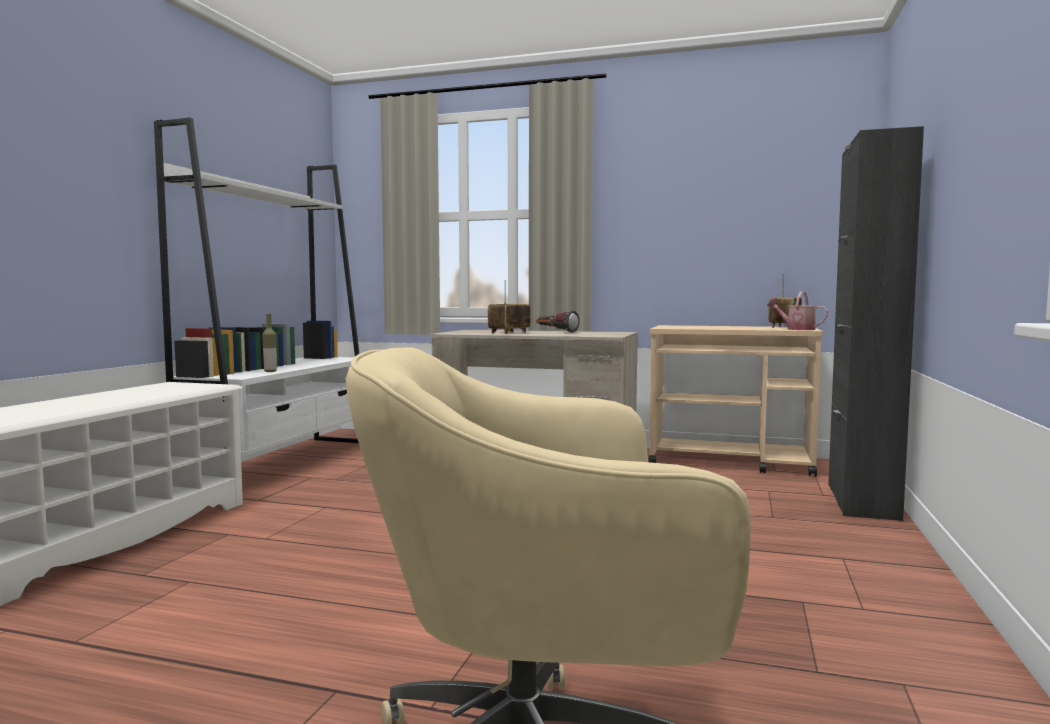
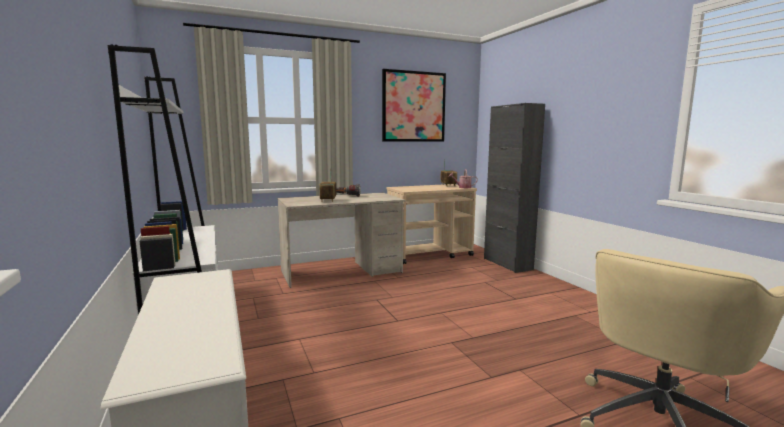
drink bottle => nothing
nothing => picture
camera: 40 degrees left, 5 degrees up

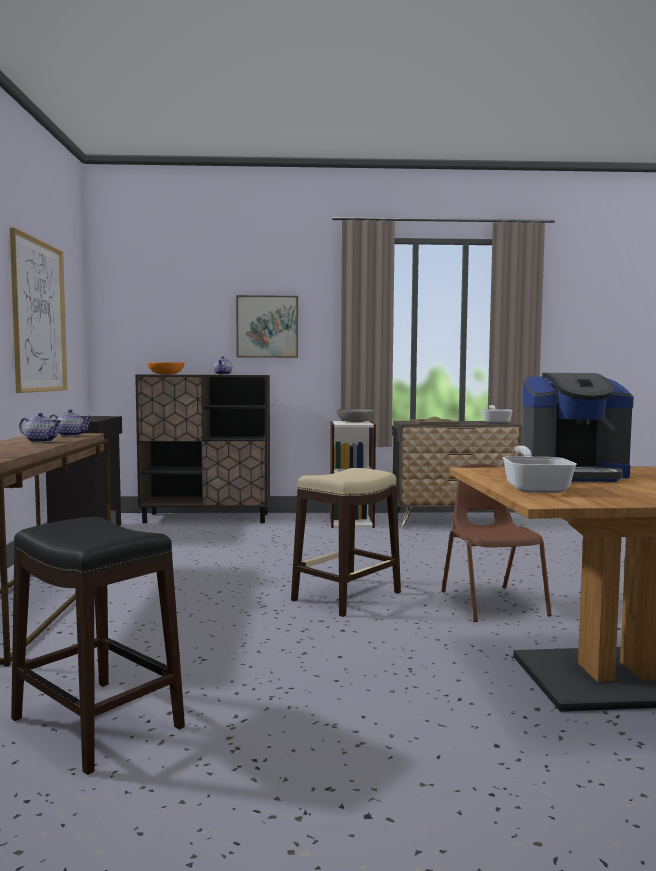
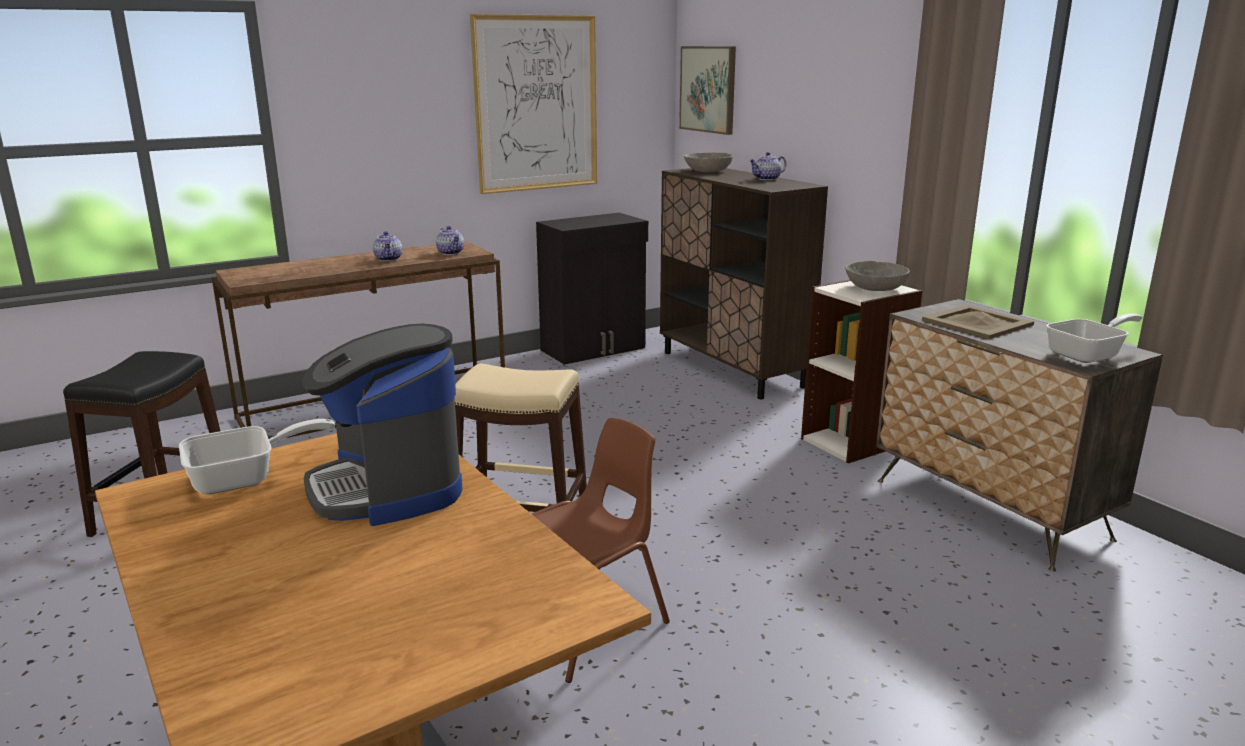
serving bowl (orangey) => serving bowl (grey) (1st from left)
picture (2nd from left), moved
camera: 60 degrees right, 15 degrees up

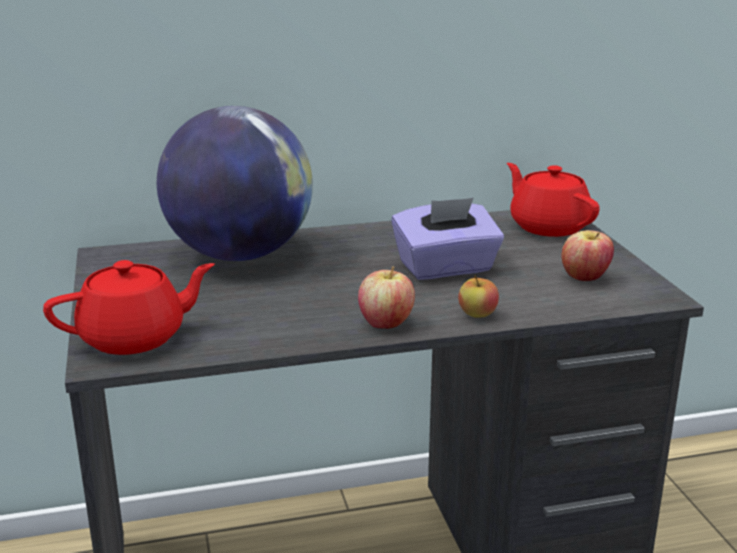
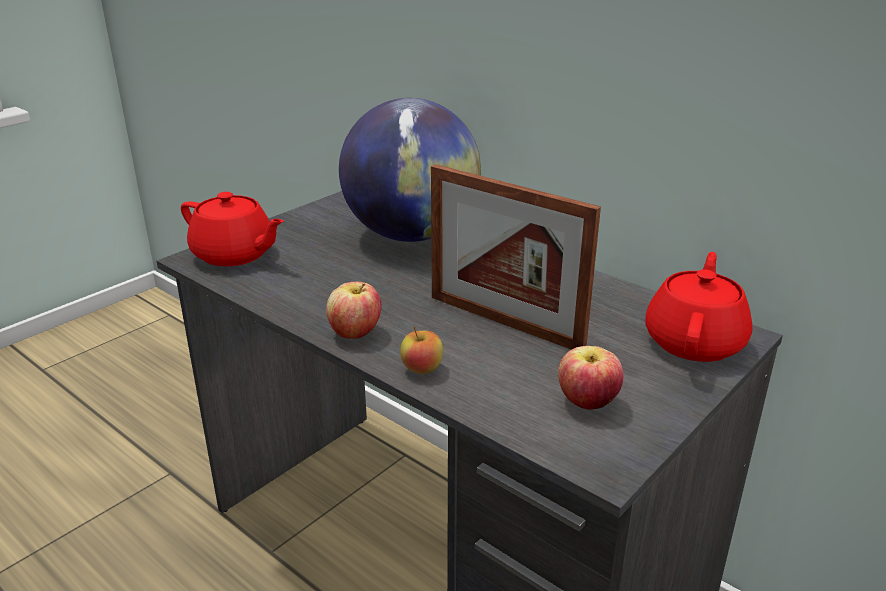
tissue holder (purple) => picture frame
camera: 55 degrees right, 5 degrees up

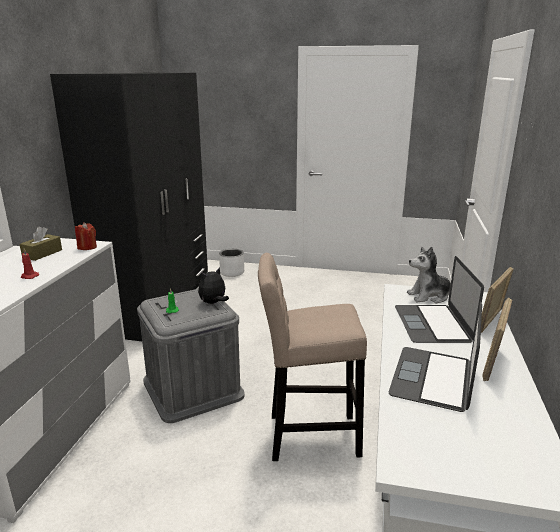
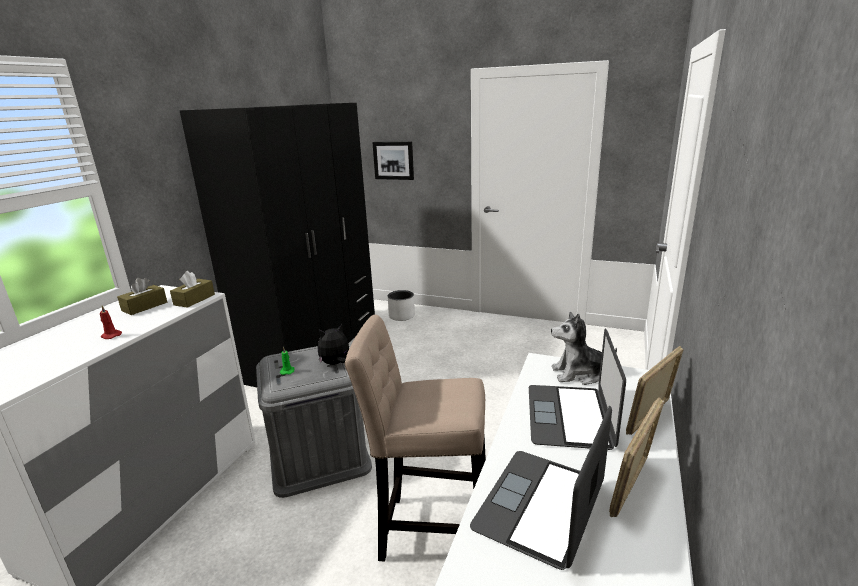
candle (red) (2nd from left) => tissue holder (brown-coloured) (2nd from left)
nothing => picture
camera: 10 degrees right, 0 degrees up

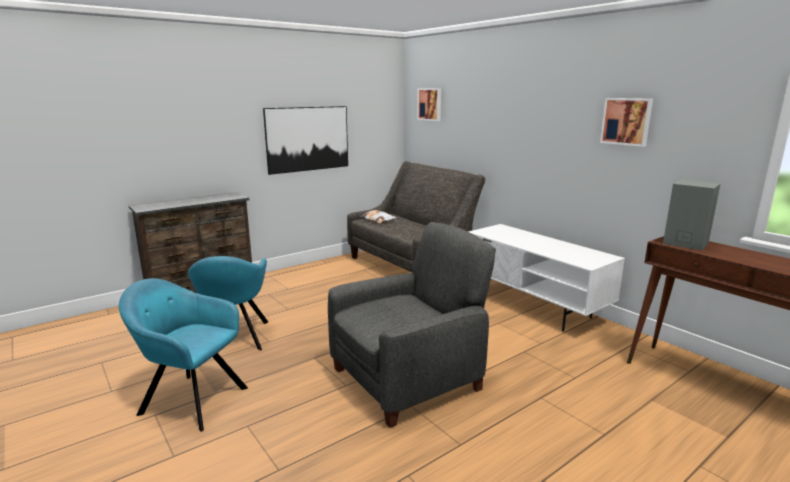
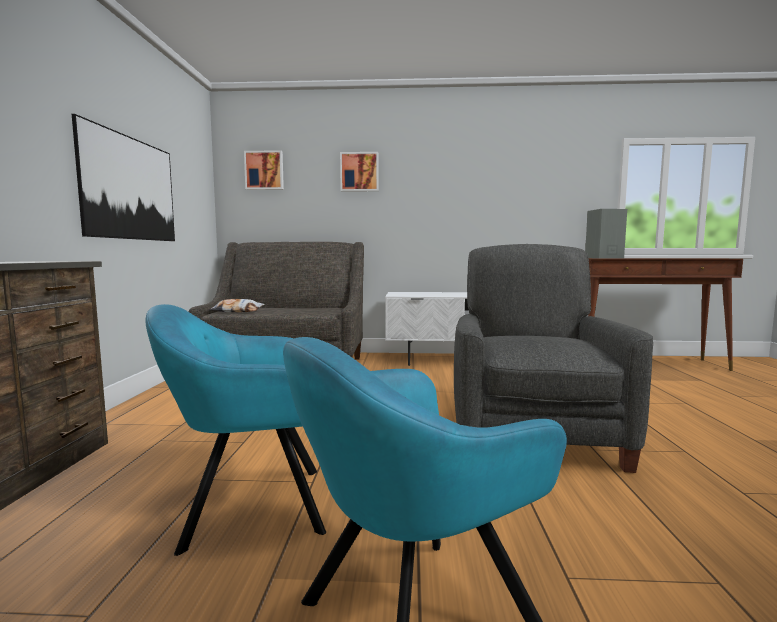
armchair (turquoise) (2nd from left in the first image) => armchair (turquoise) (1st from left), 135 degrees clockwise
picture (3rd from left), moved
camera: 50 degrees left, 10 degrees down

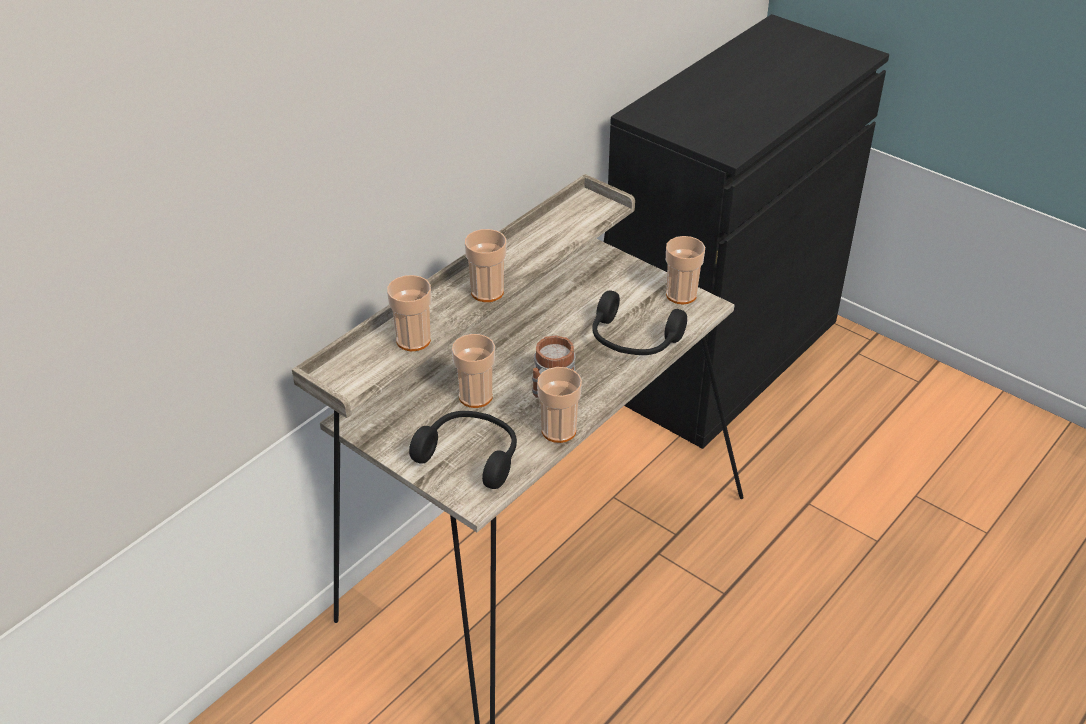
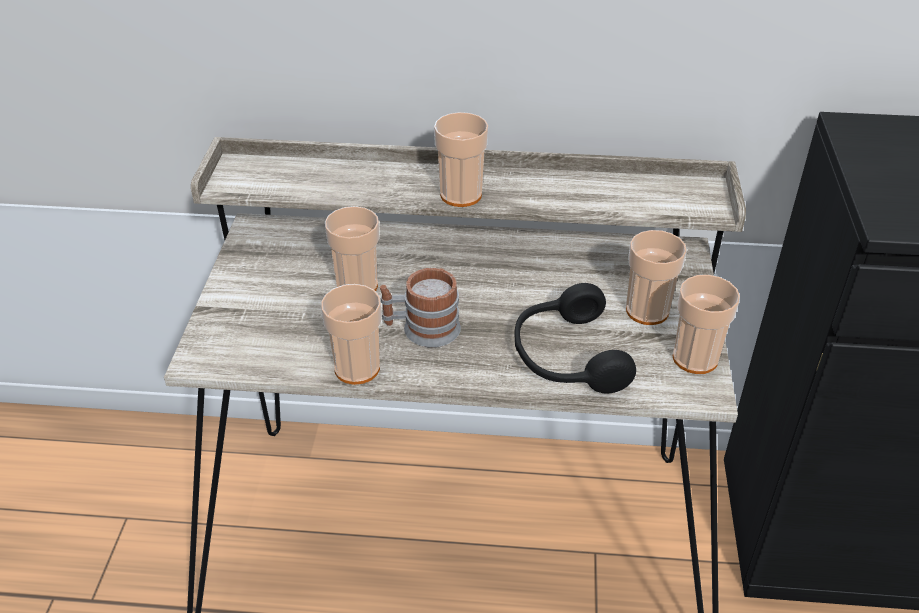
small cup (1st from left in the first image) => small cup (4th from left), moved
headphones (black-coloured) (1st from left) => nothing
camera: 55 degrees right, 0 degrees up

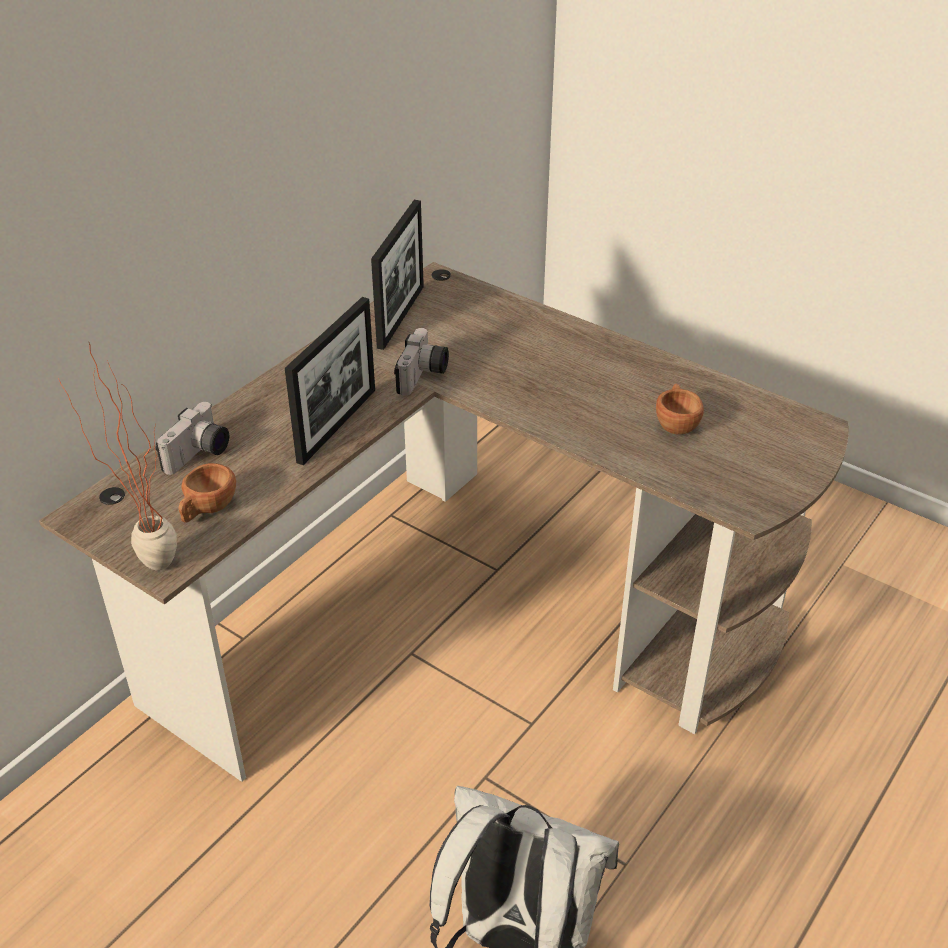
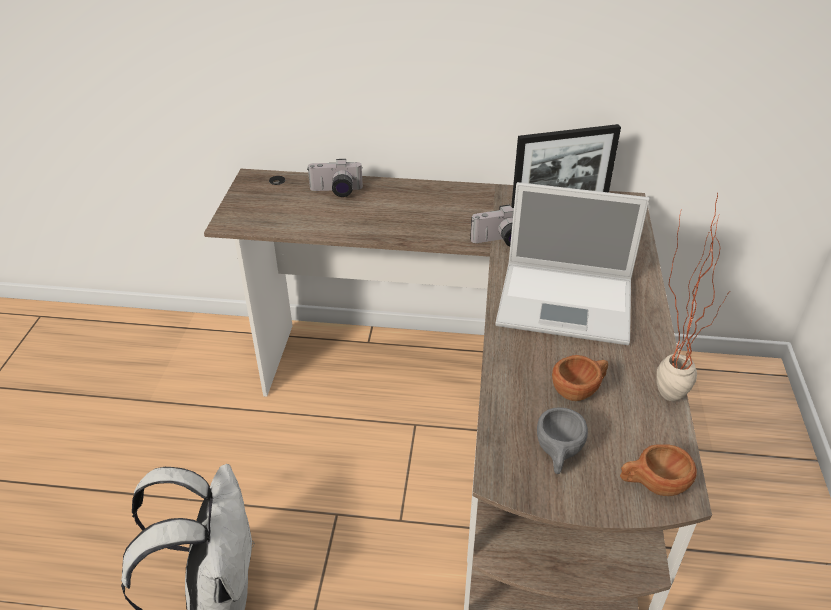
houseplant, moved
small cup (brown-coloured) (1st from left in the first image) => small cup (brown-coloured) (2nd from left), moved
picture frame (1st from left) => nothing
nothing => notebook computer
nothing => small cup (grey)
camera: 60 degrees right, 0 degrees up

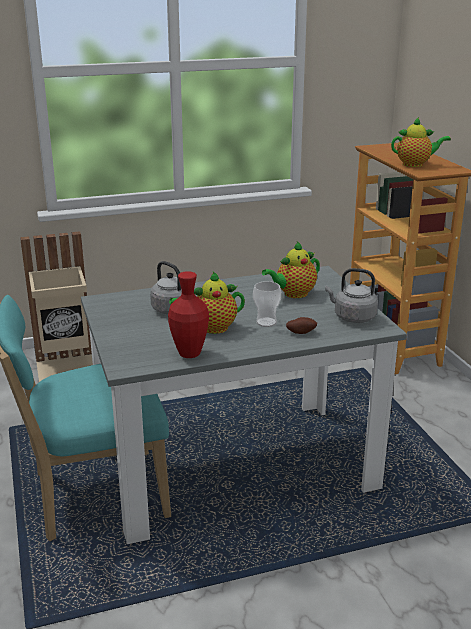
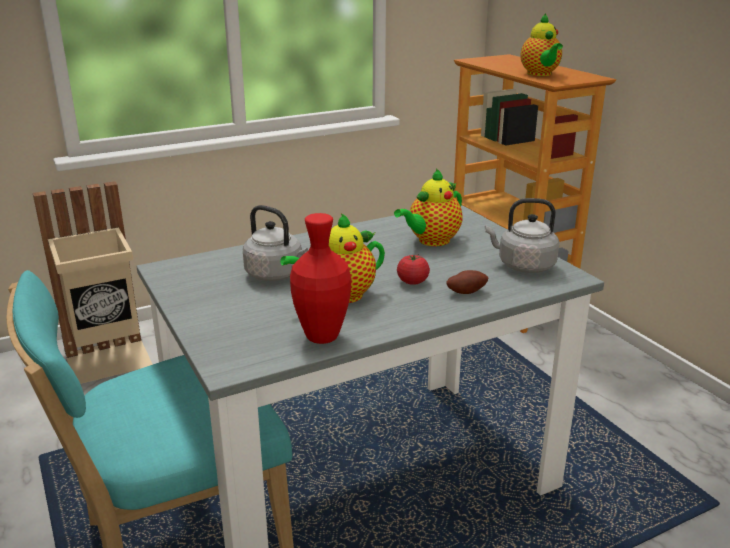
small cup => whole tomato
tea pot (3rd from left), 90 degrees clockwise
camera: 10 degrees left, 0 degrees up

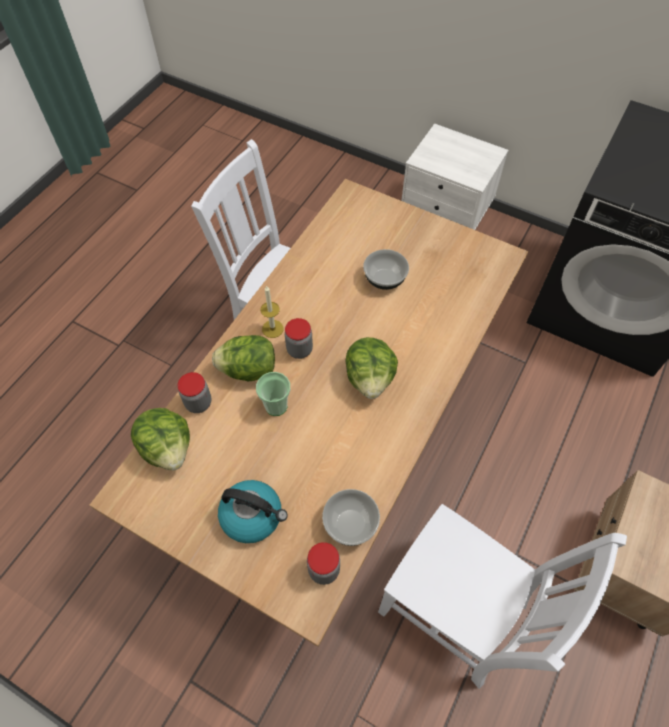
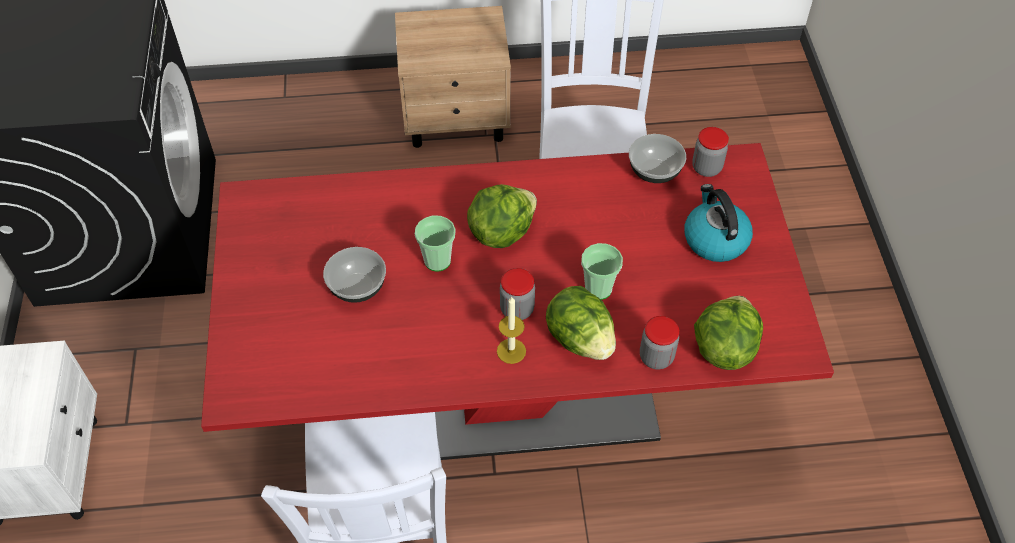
dinner table (beige) => dinner table (red)
nothing => small cup (1st from left)
camera: 125 degrees left, 5 degrees down

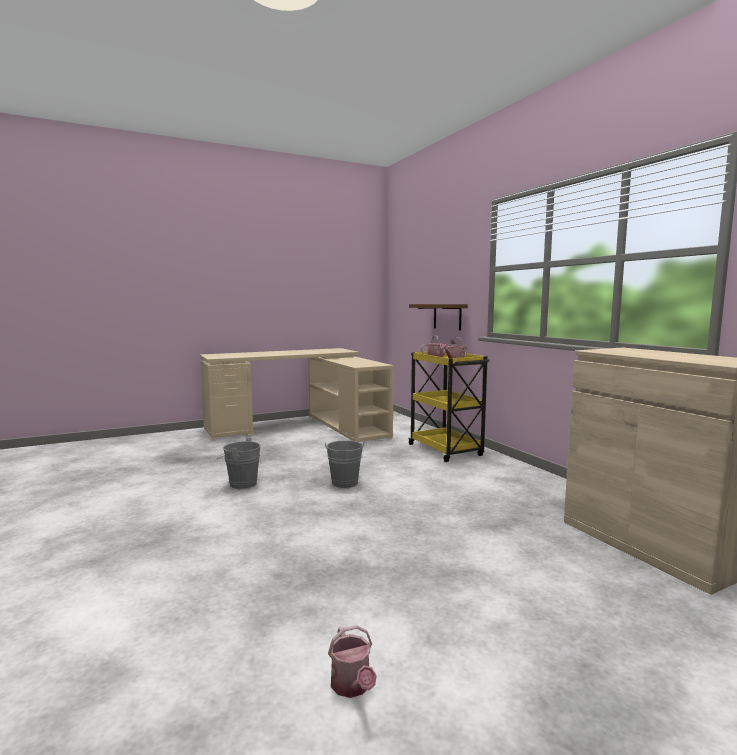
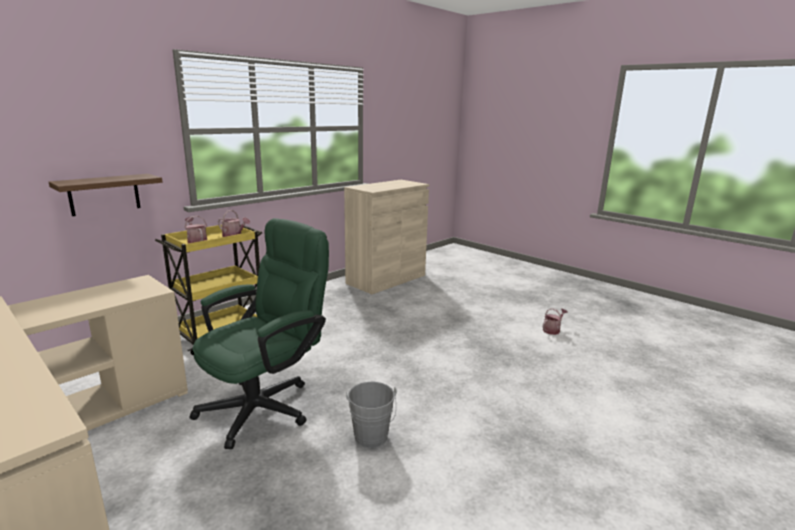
bucket (grey) (2nd from left) => nothing
nothing => office chair (green-coloured)
camera: 110 degrees left, 10 degrees up

